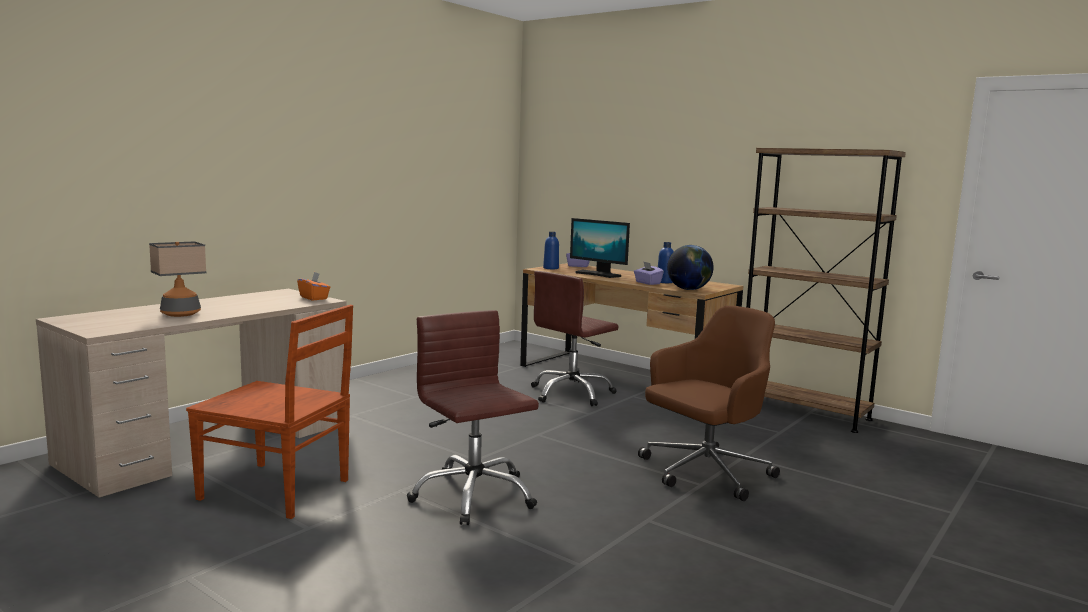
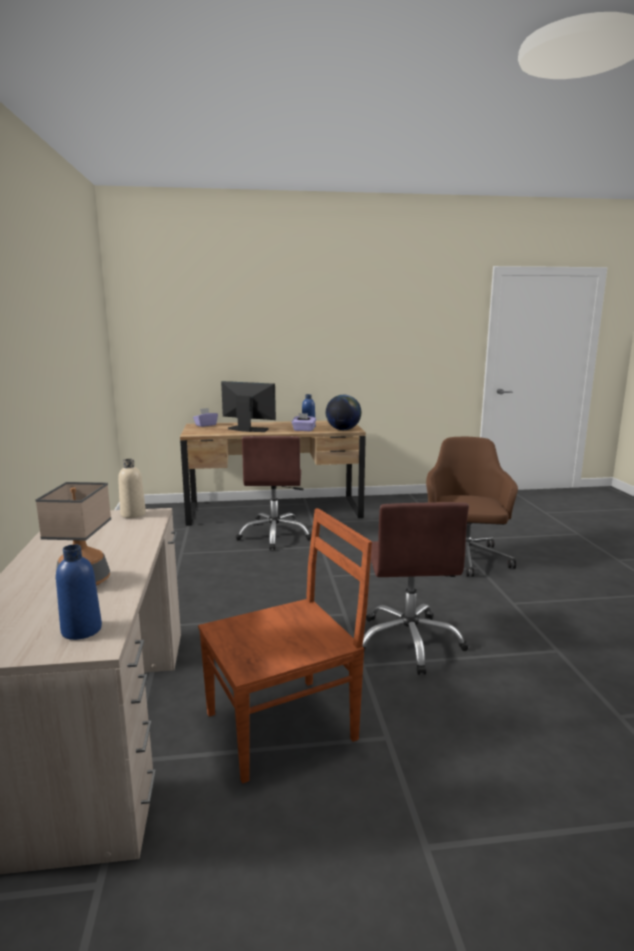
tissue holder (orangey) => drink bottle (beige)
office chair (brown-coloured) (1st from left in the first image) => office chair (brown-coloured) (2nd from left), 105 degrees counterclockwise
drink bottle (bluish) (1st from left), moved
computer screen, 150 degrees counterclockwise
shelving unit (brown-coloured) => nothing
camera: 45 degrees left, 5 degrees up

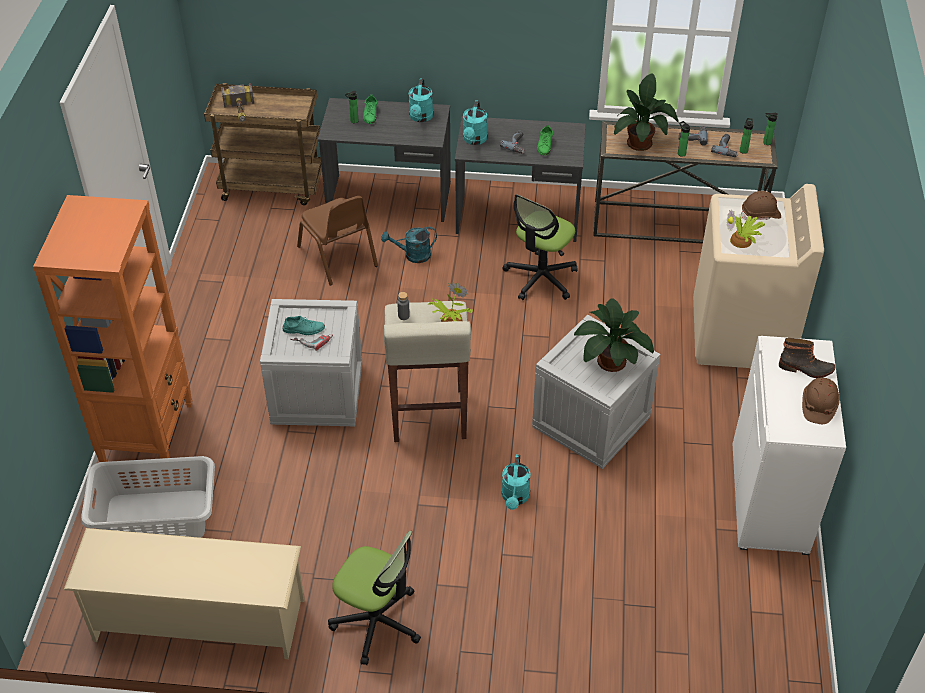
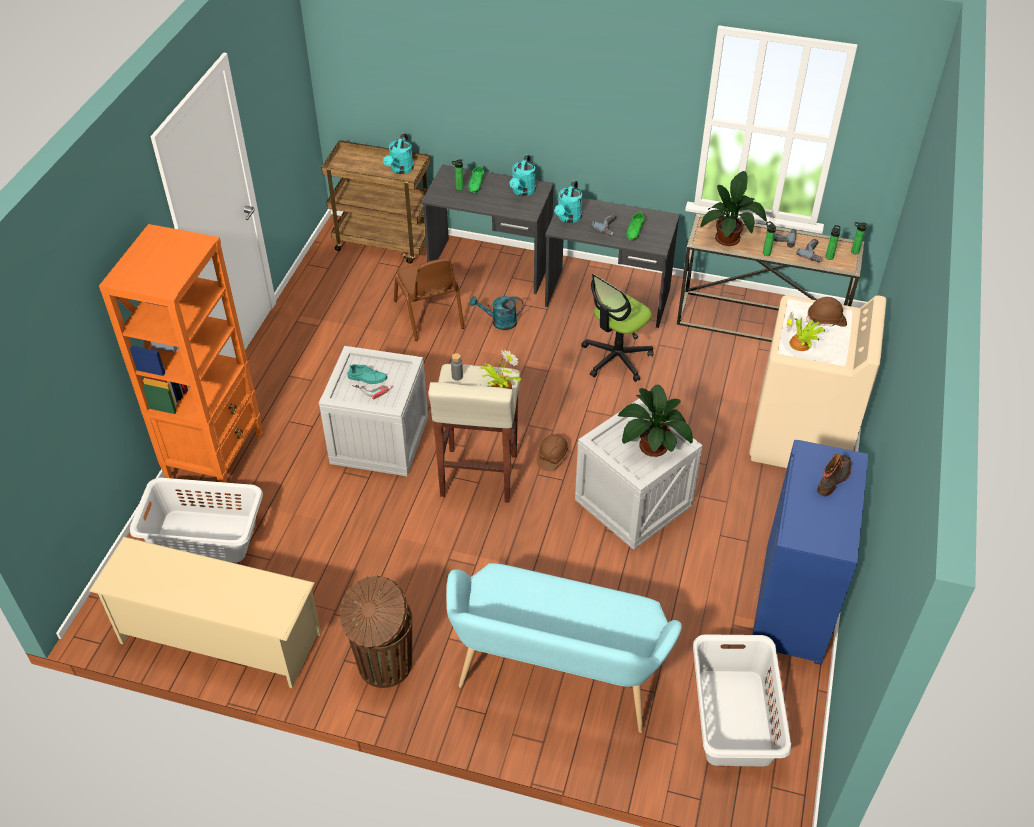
tool hammer => nothing
office chair (1st from left) => rubbish bin (brown-coloured)
sprinkling can (turquoise) (4th from left in the first image) => sprinkling can (turquoise) (1st from left), moved
storage cabinet (whitish) => storage cabinet (bluish)
boot, 75 degrees counterclockwise
hard hat (brown-coloured) (2nd from left in the first image) => hard hat (brown-coloured) (1st from left), moved
nothing => long seat (turquoise)
nothing => laundry basket (grey) (2nd from left)
camera: 10 degrees right, 0 degrees up

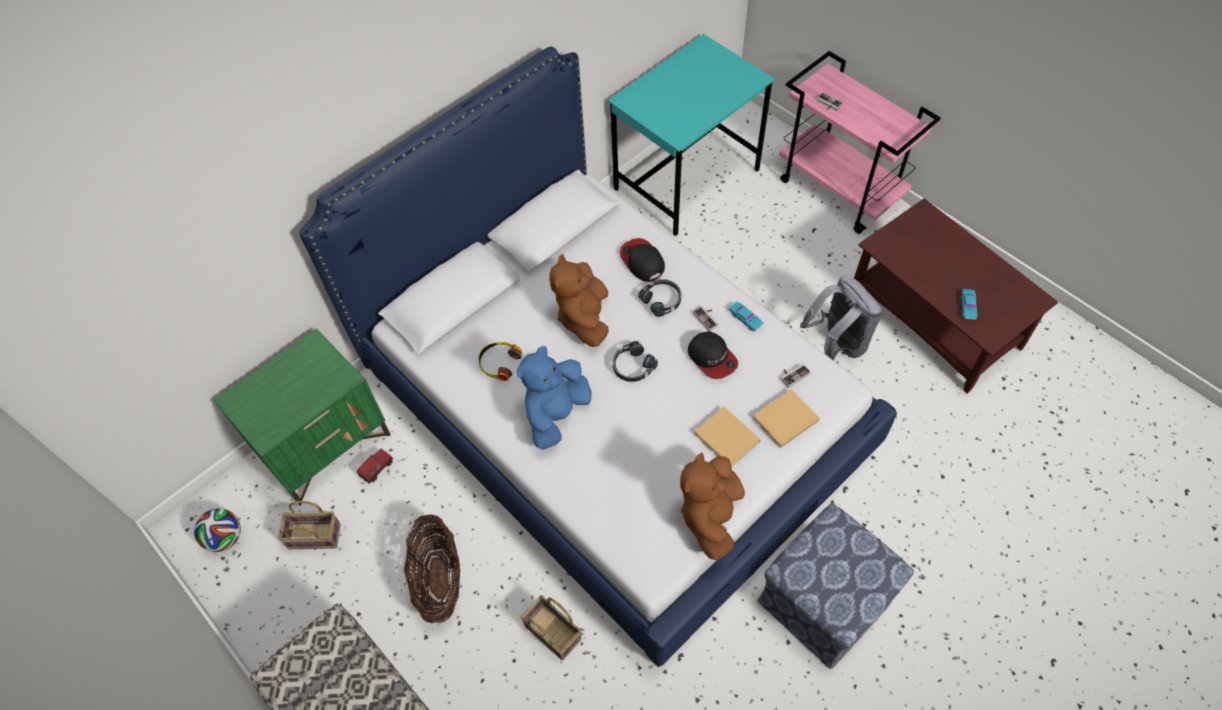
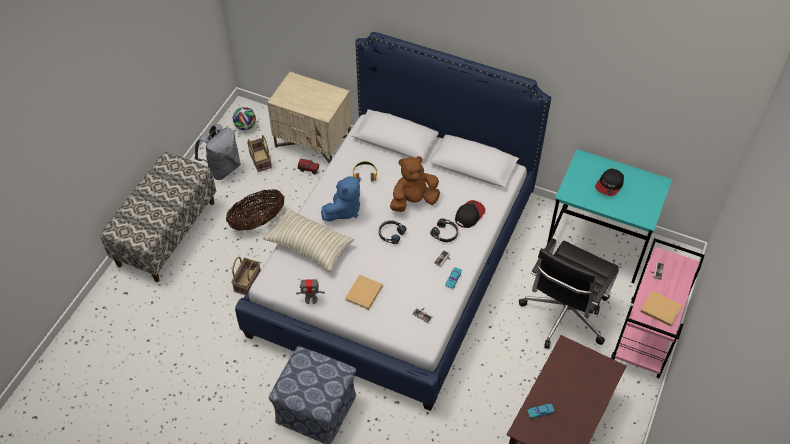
nightstand (green-coloured) => nightstand (beige)
cuddly toy (bluish), 120 degrees clockwise
cuddly toy (brown-coloured) (2nd from left) => robot figure
baseball cap (2nd from left), moved
book (beige) (2nd from left), moved
backpack (grey), moved
nothing => pillow
nothing => office chair (black-coloured)
camera: 65 degrees right, 5 degrees down

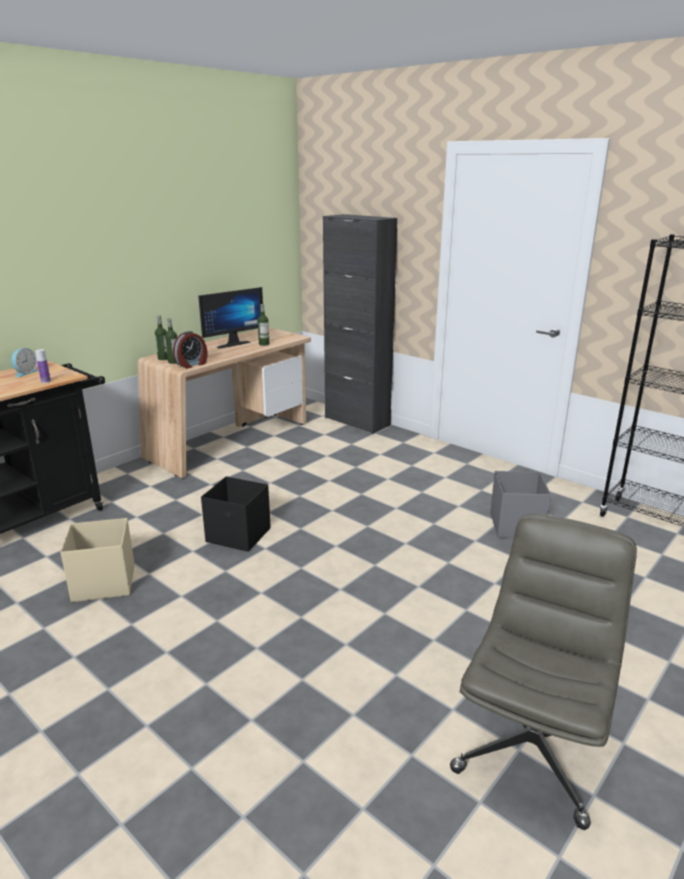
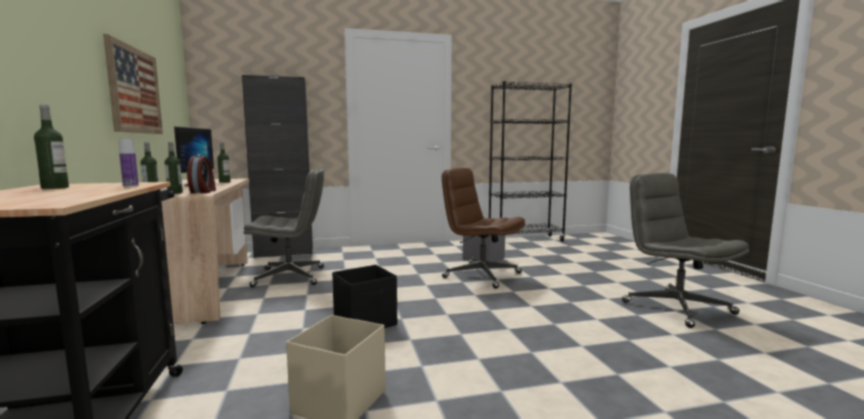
alarm clock (1st from left) => drink bottle (1st from left)
nothing => picture
nothing => office chair (grey) (1st from left)
nothing => office chair (brown-coloured)
camera: 55 degrees left, 15 degrees down

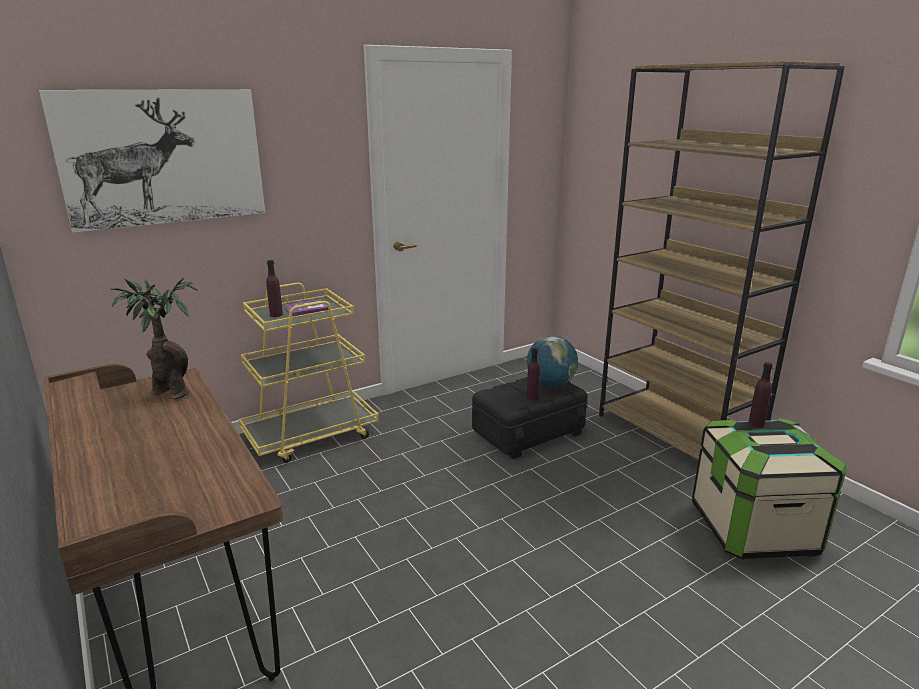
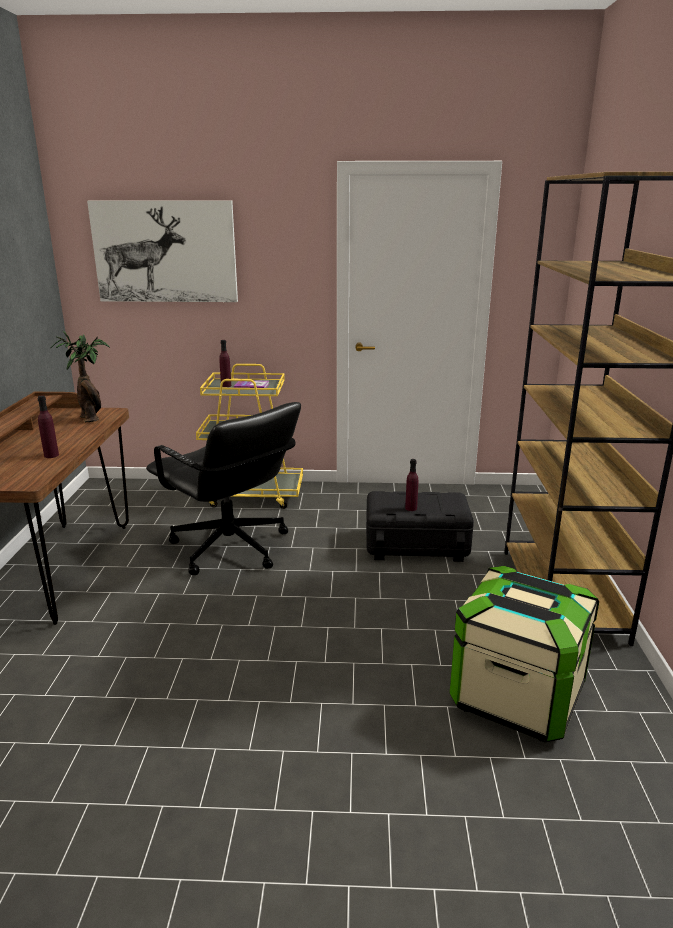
world globe => nothing
drink bottle (purple) (3rd from left in the first image) => drink bottle (purple) (1st from left), moved
nothing => office chair (black-coloured)
camera: 35 degrees right, 0 degrees up

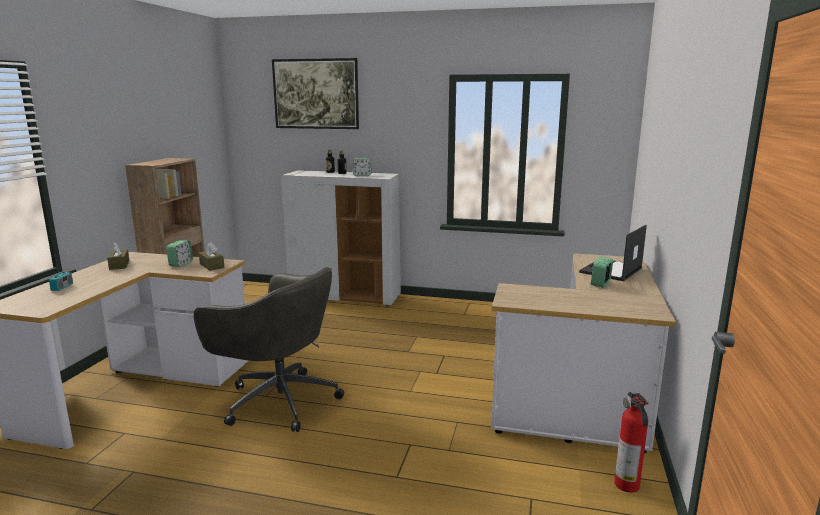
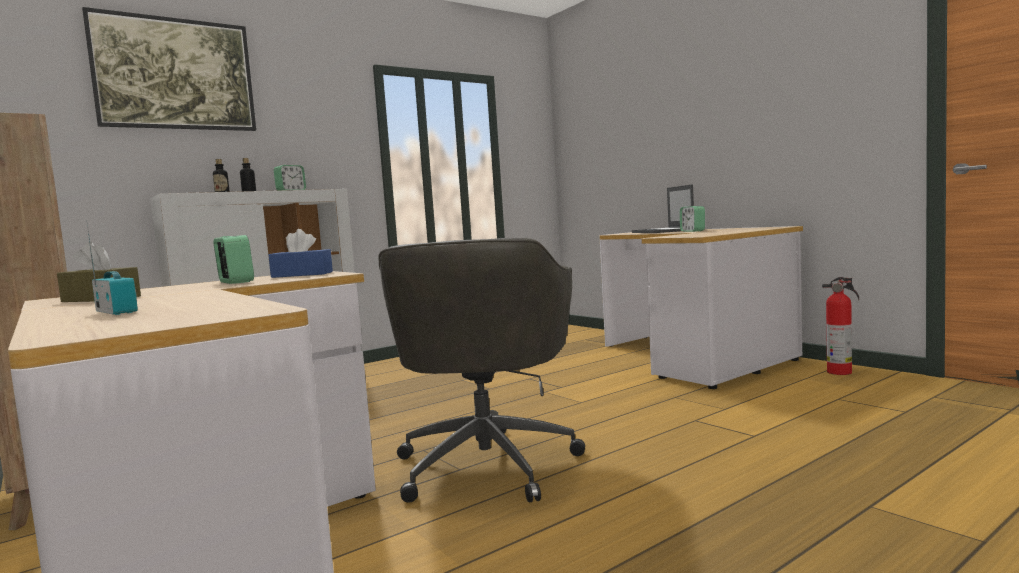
office chair (grey), 120 degrees clockwise
tissue holder (brown-coloured) (2nd from left) => tissue holder (bluish)
camera: 50 degrees left, 10 degrees down

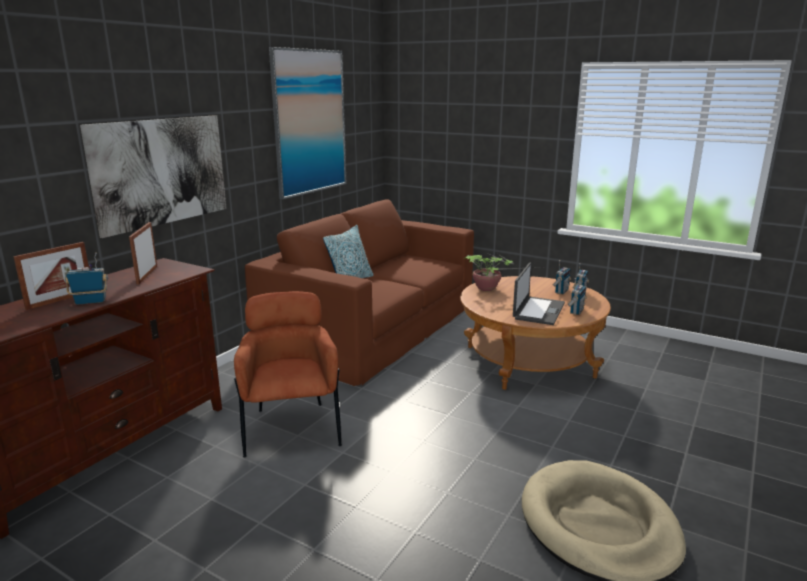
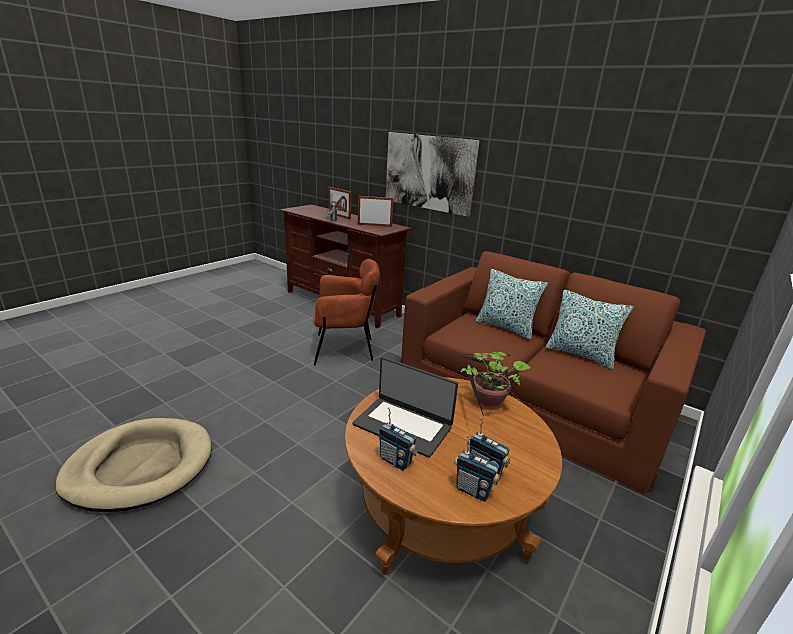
picture (2nd from left) => nothing
nothing => pillow (2nd from left)
camera: 95 degrees right, 5 degrees up

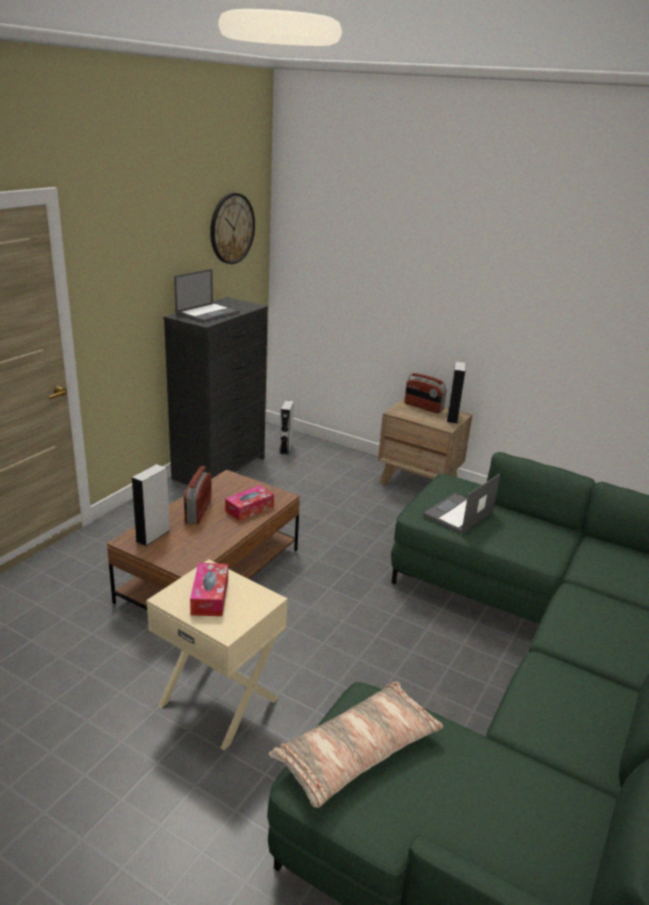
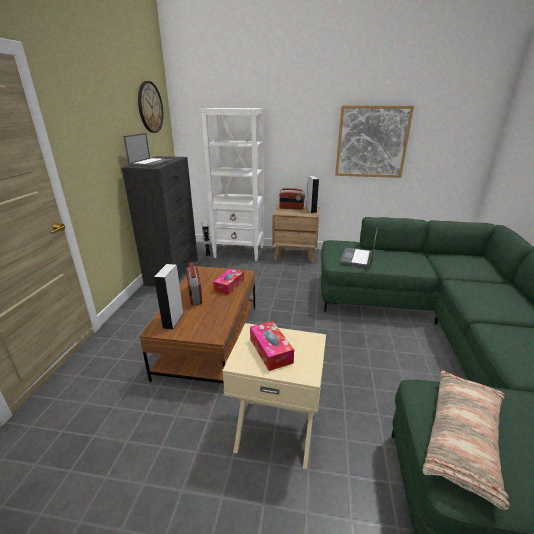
nothing => shelving unit (whitish)
nothing => picture
camera: 20 degrees left, 0 degrees up

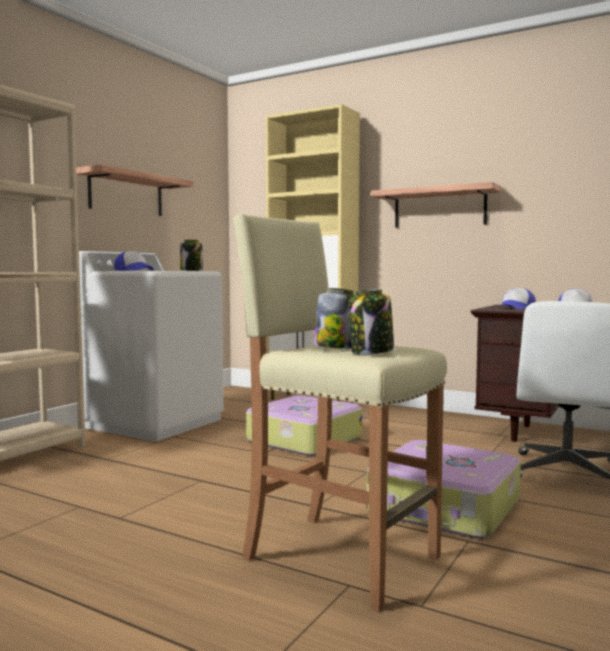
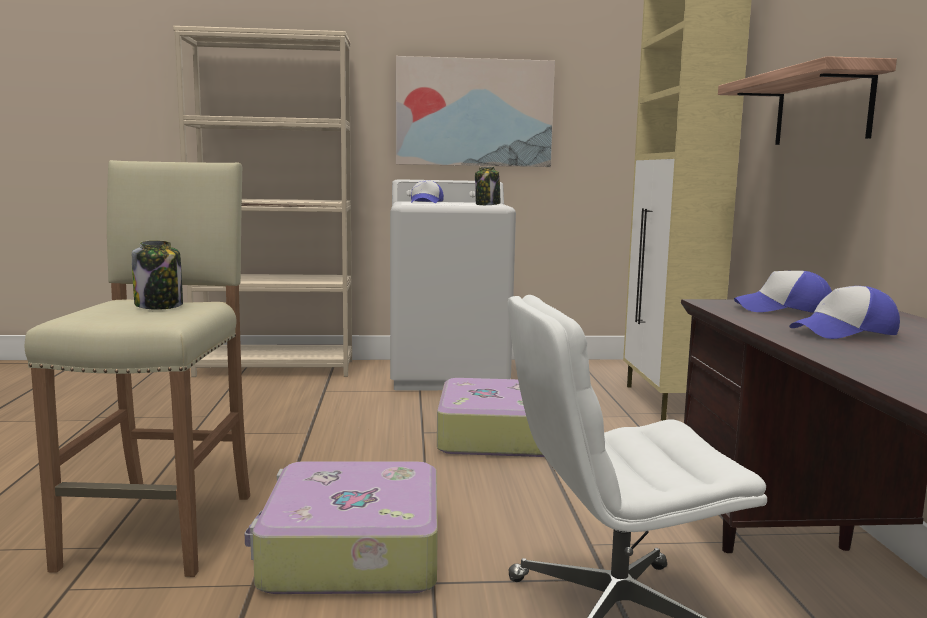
shelf (1st from left) => picture
preserve jar (3rd from left) => nothing
camera: 55 degrees right, 5 degrees up

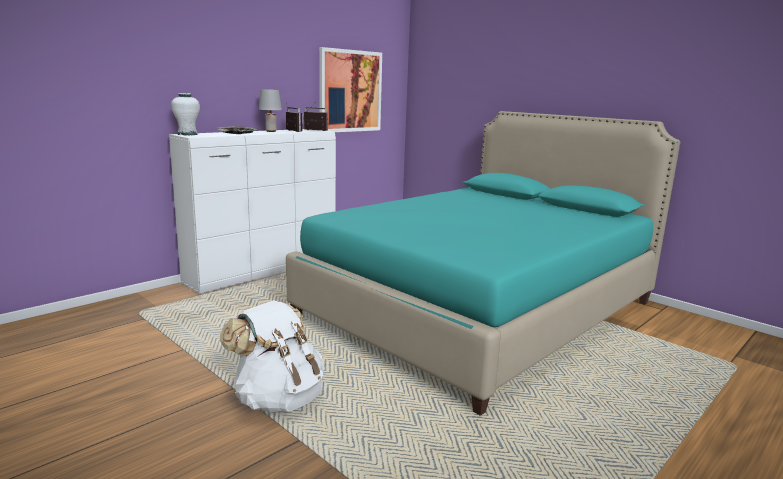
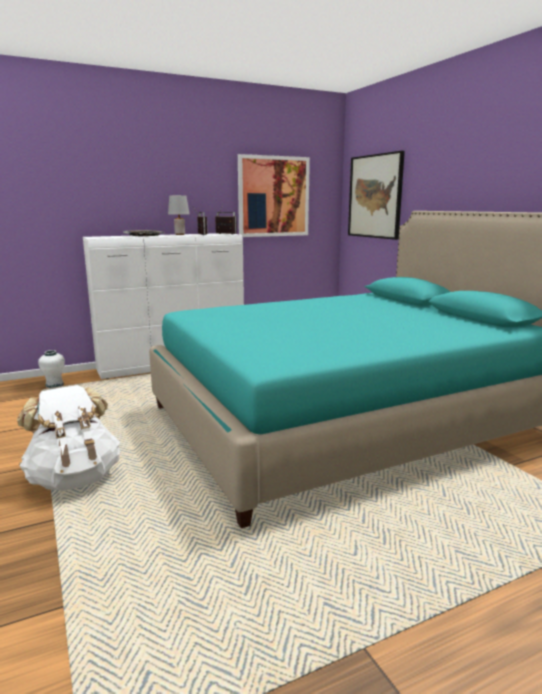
decorative vase (whitish), moved
nothing => picture (2nd from left)
camera: 20 degrees right, 0 degrees up

